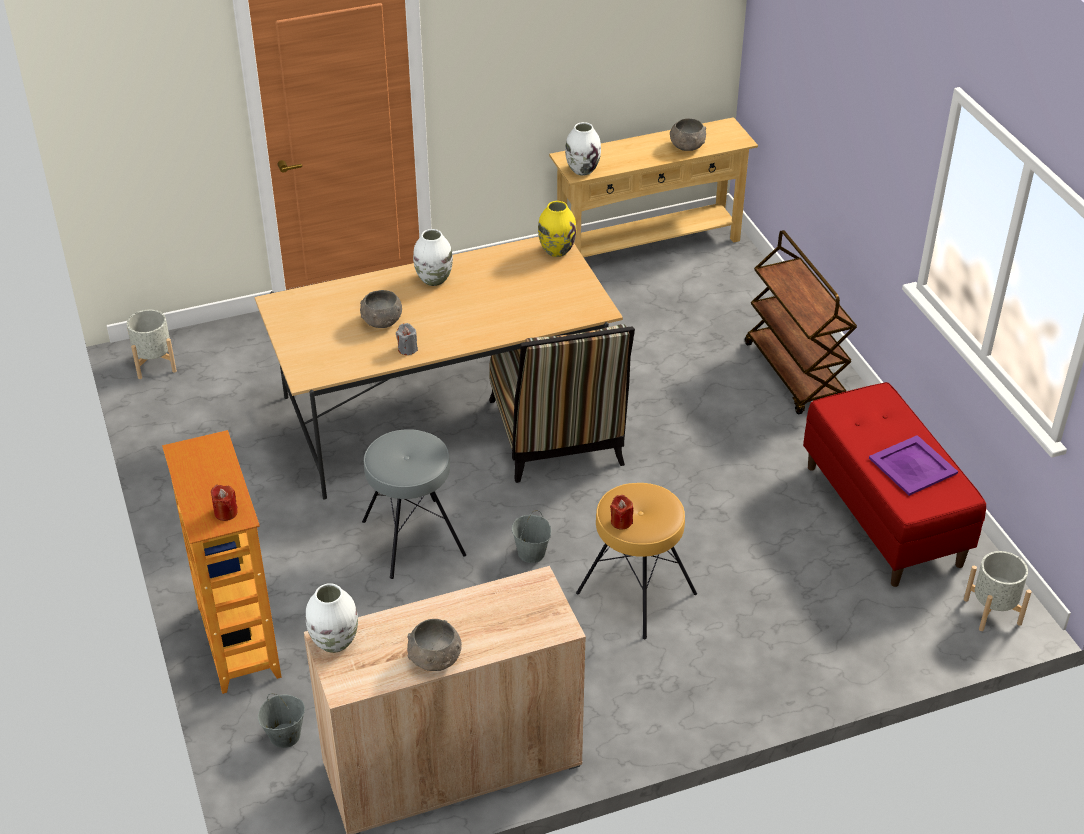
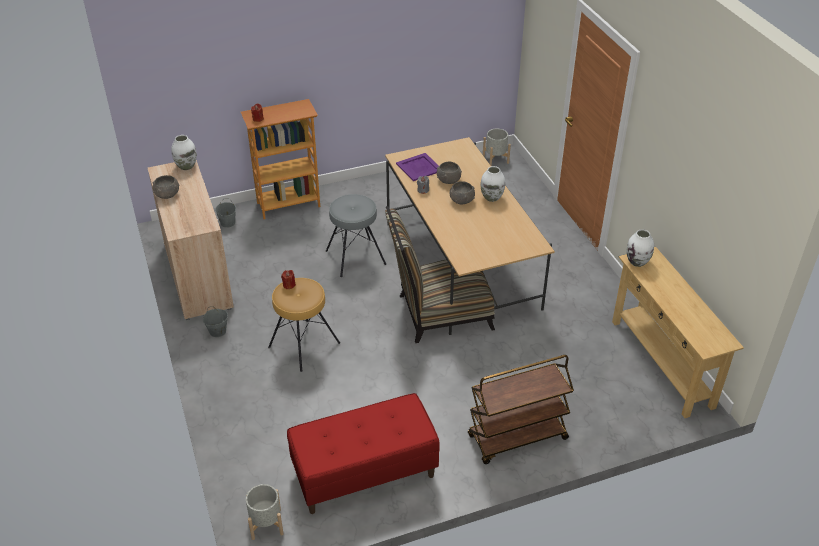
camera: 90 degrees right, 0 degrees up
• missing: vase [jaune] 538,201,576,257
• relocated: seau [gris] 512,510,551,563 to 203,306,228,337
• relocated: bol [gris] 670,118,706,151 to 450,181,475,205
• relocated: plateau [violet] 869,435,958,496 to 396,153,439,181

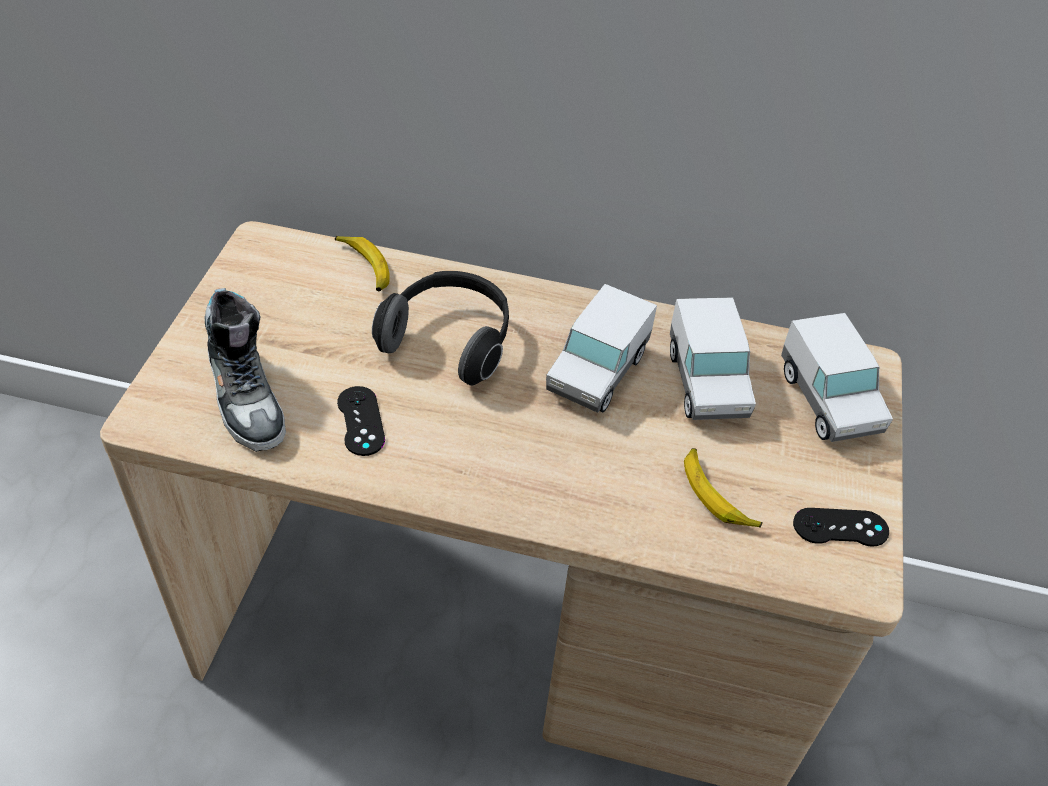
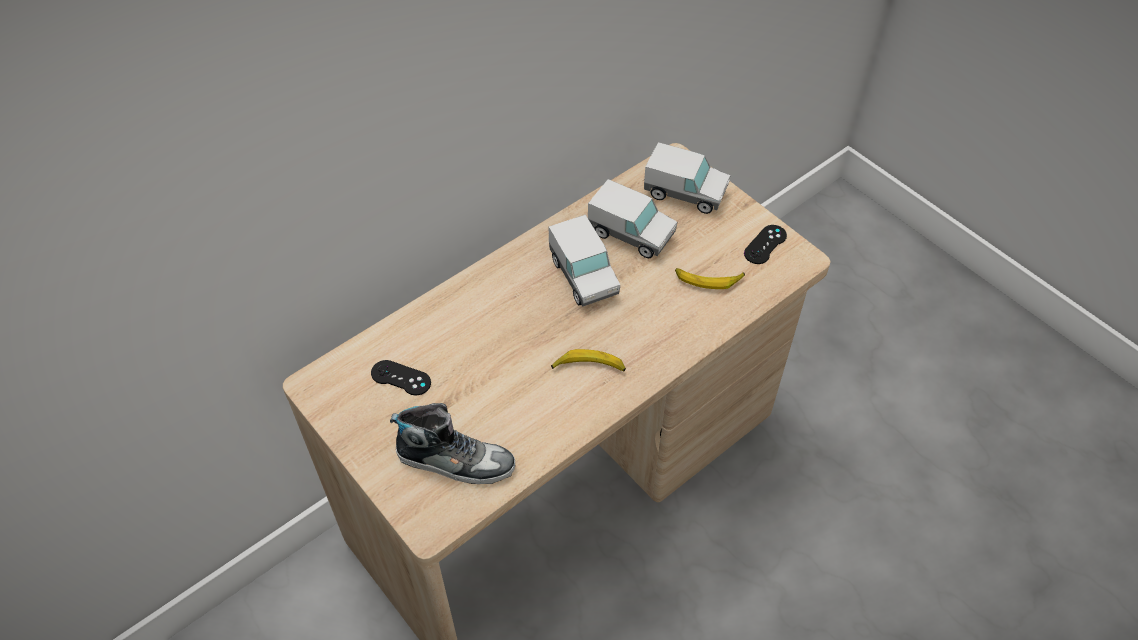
camera: 50 degrees left, 5 degrees up
• missing: casque audio 372,271,509,386
• relocated: banane 335,236,390,291 to 551,349,626,372
• relocated: manette [noir] 337,386,385,456 to 371,360,431,395

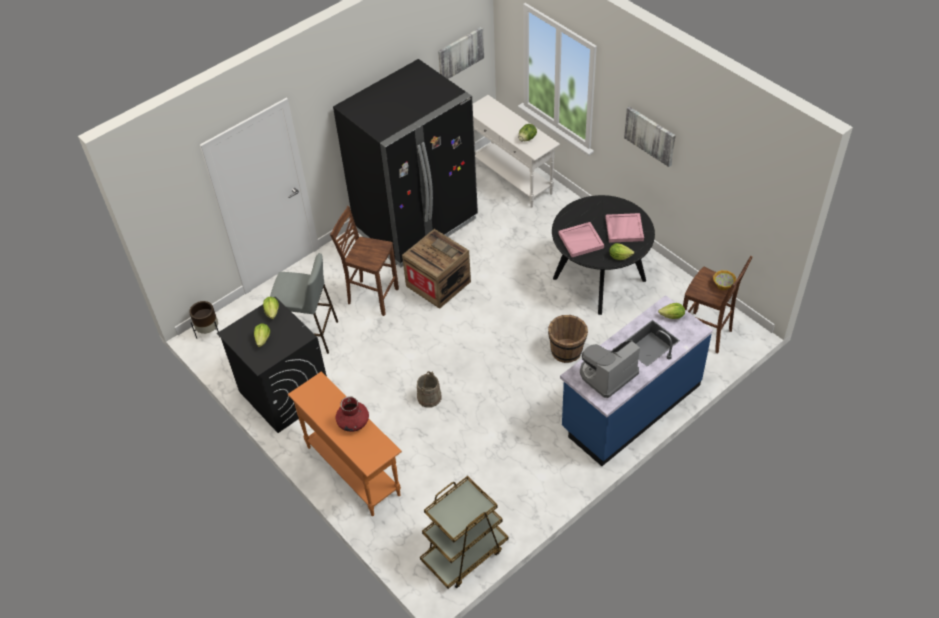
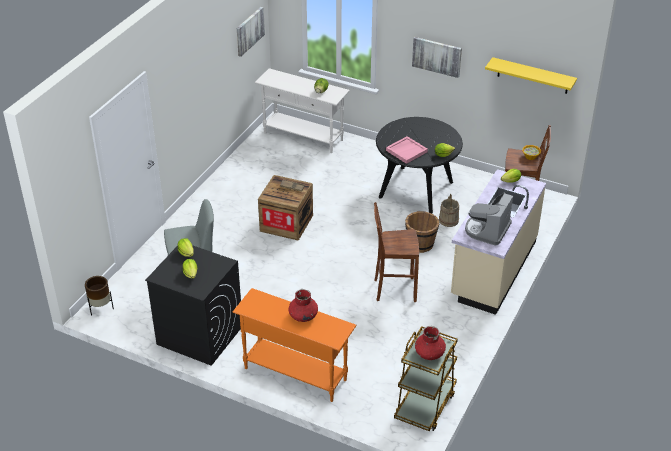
camera: 25 degrees left, 10 degrees down
• missing: réfrigérateur [noir] 333,59,478,267
• missing: plateau [rose] 606,213,644,243
• appeared: vase [rouge] 415,326,446,360
• appeared: étagère [jaune] 485,57,577,94
• relocated: tabouret [marron] 330,206,399,316 to 374,202,419,302
• relocated: seau [beige] 417,371,441,408 to 439,194,459,227
• colour: comptoir de cuisine [bleu] 560,295,713,466 to comptoir de cuisine [beige] 451,169,546,315

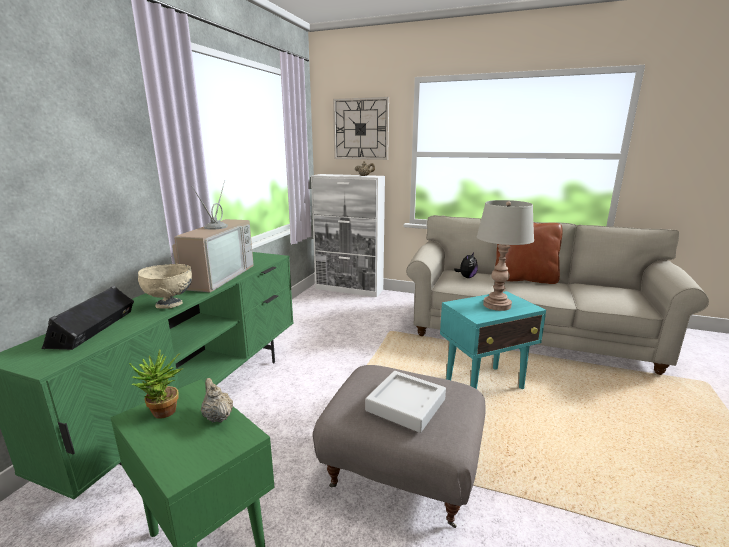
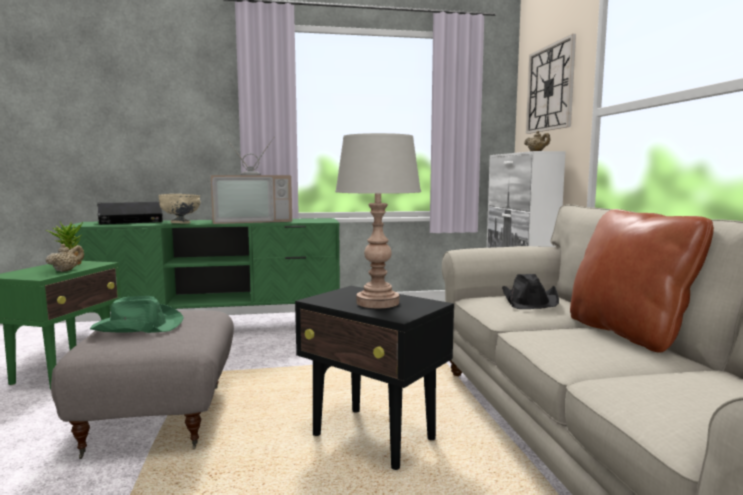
camera: 60 degrees right, 10 degrees down
• exchanged: plateau [gris] 365,371,446,433 to chapeau [vert] 90,296,184,333
• exchanged: peluche 454,253,478,278 to chapeau [noir] 502,274,559,309
• colour: table d'appoint [turquoise] 440,291,546,389 to table d'appoint [noir] 295,286,454,470

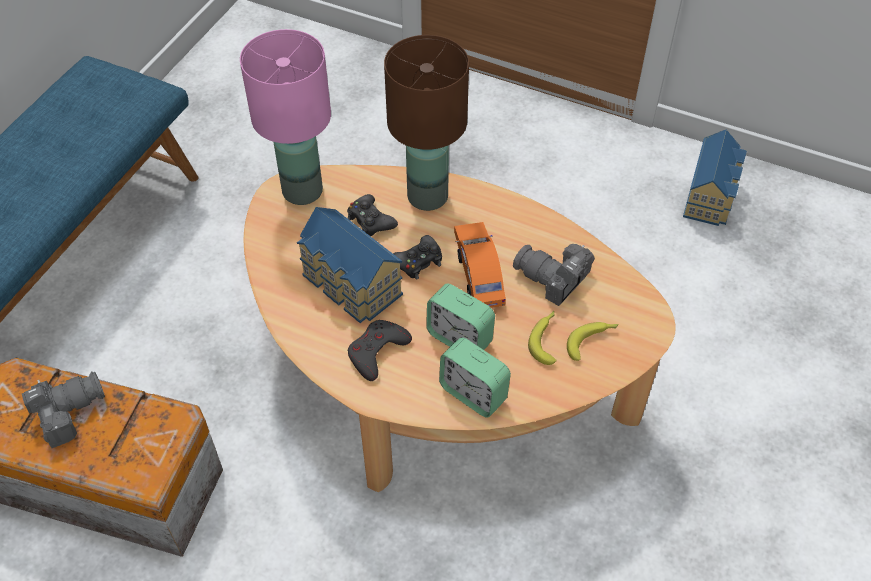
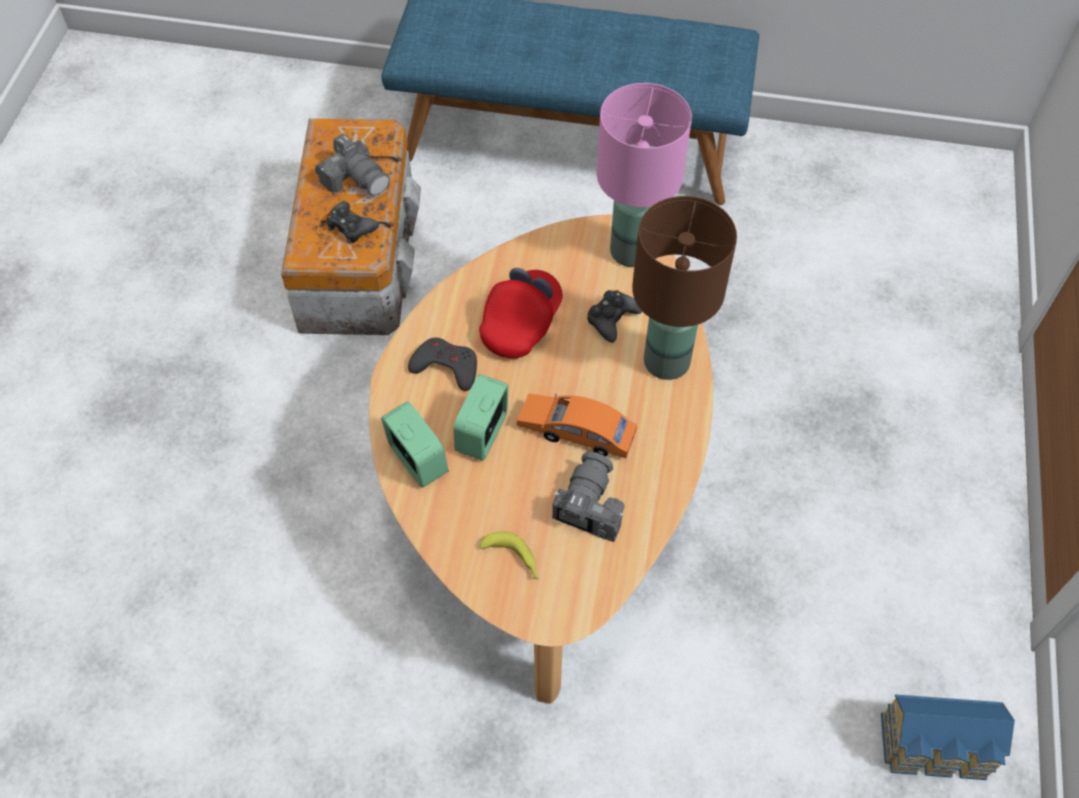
camera: 75 degrees right, 5 degrees up
• missing: banane 528,311,557,365
• relocated: manette [noir] 393,235,442,280 to 326,201,379,244
• exchanged: maison miniature 297,207,403,323 to casquette [rouge] 479,268,563,358
• spun: réveil 439,337,511,418 = 381,401,449,487 120 degrees clockwise
• spun: petite voiture [orange] 454,222,506,308 = 517,393,637,458 135 degrees counterclockwise

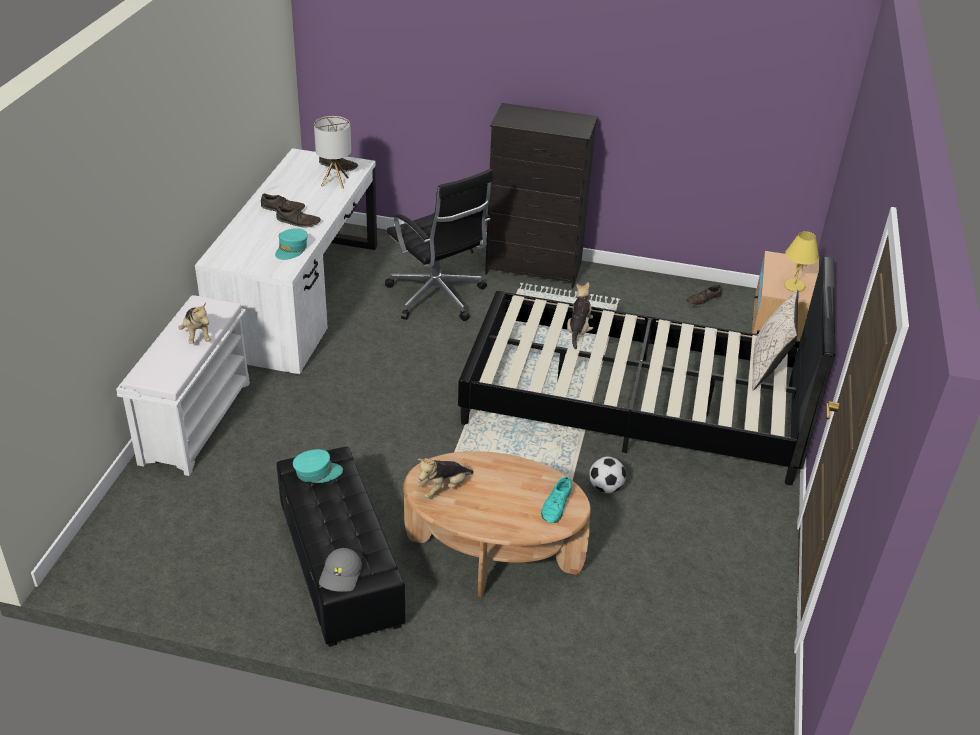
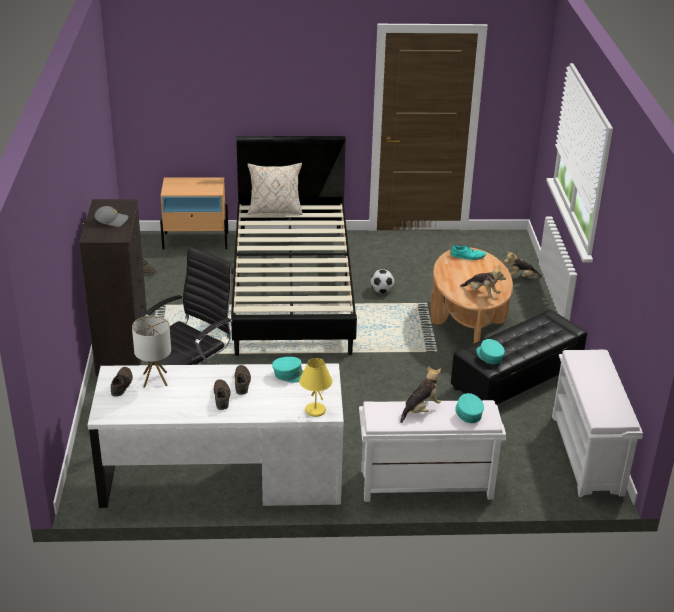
camera: 105 degrees left, 5 degrees down
• appeared: casquette [turquoise] 455,393,484,423
• appeared: banc [blanc] 552,350,643,497
• relocated: casquette [gris] 319,548,362,592 to 94,206,128,227
• relocated: peluche 567,282,593,349 to 504,251,542,277
• relocated: lampe de table [jaune] 784,231,819,292 to 299,358,333,417

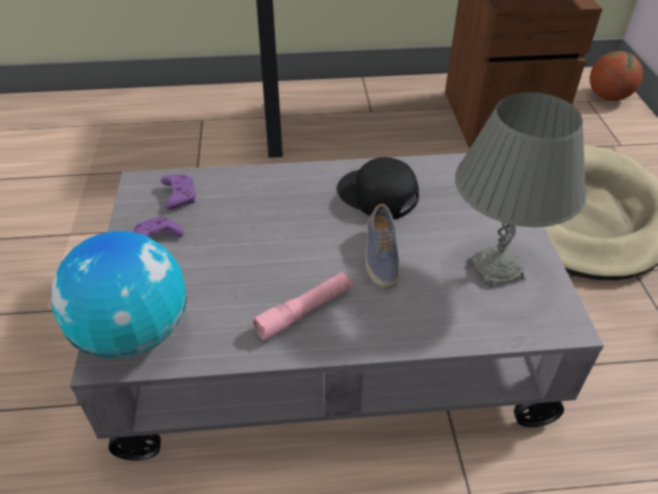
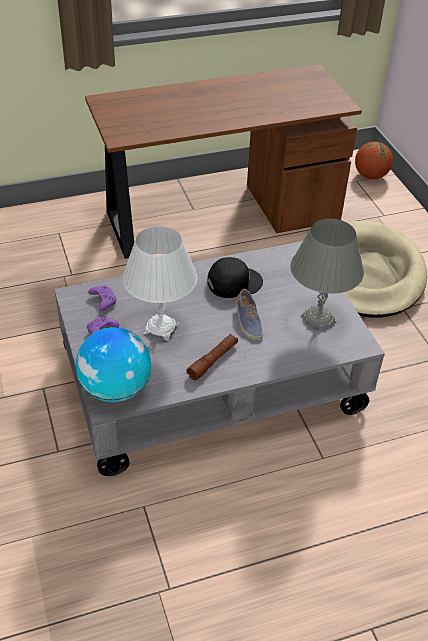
camera: 15 degrees left, 0 degrees up
• appeared: lampe de table [blanc] 122,226,197,341
• colour: lampe de poche [rose] 253,271,353,340 to lampe de poche [marron] 187,334,238,380
• spun: casquette [noir] 337,157,419,220 = 207,257,263,298 135 degrees clockwise

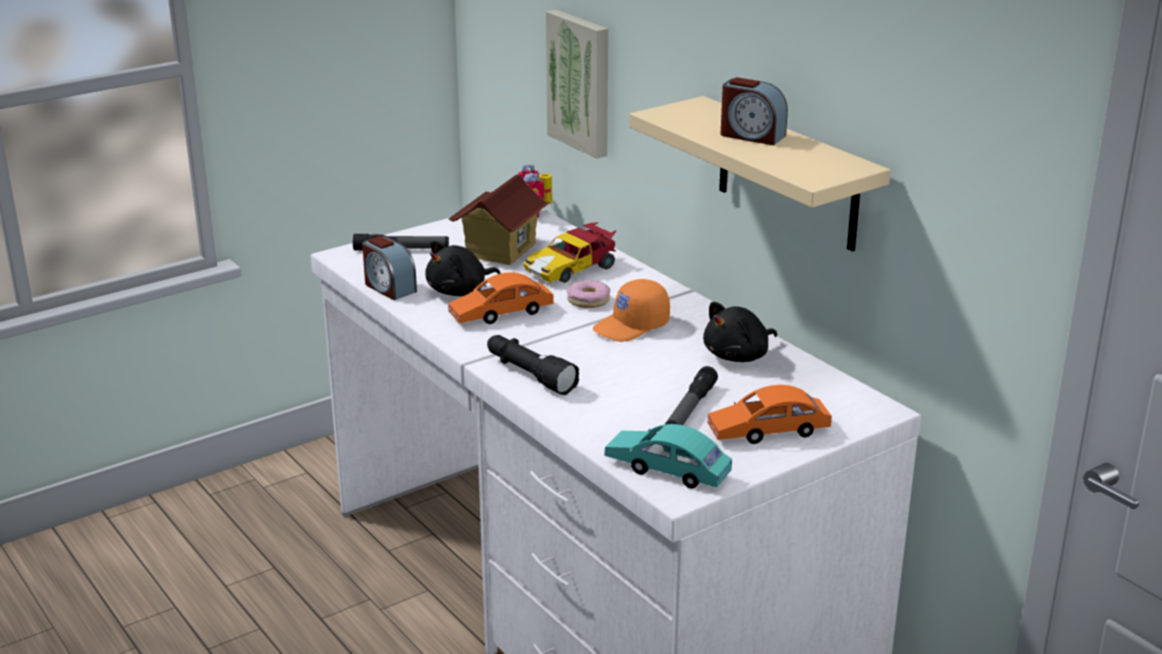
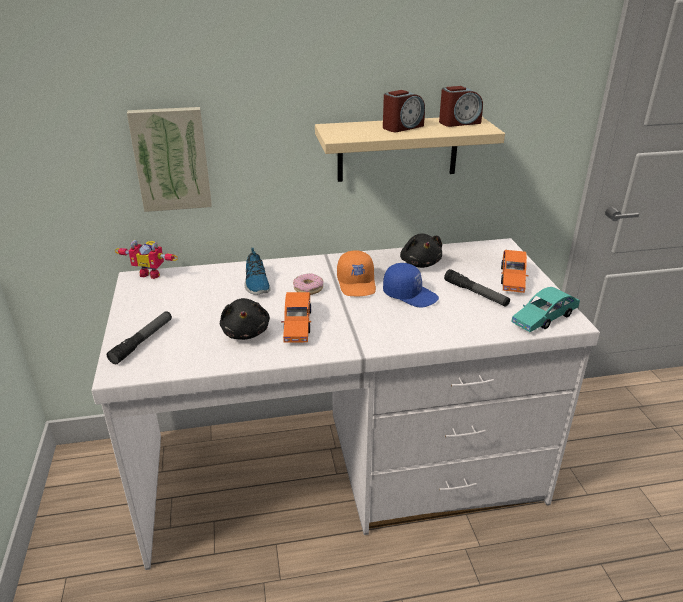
camera: 65 degrees left, 5 degrees up
• missing: maison miniature 449,174,550,265
• missing: lampe de poche [noir] 487,335,579,395
• appeared: casquette [bleu] 383,263,439,308
• relocated: réveil 362,236,417,300 to 439,86,483,127
• exchanged: petite voiture 523,222,616,283 to chaussure 244,248,271,295

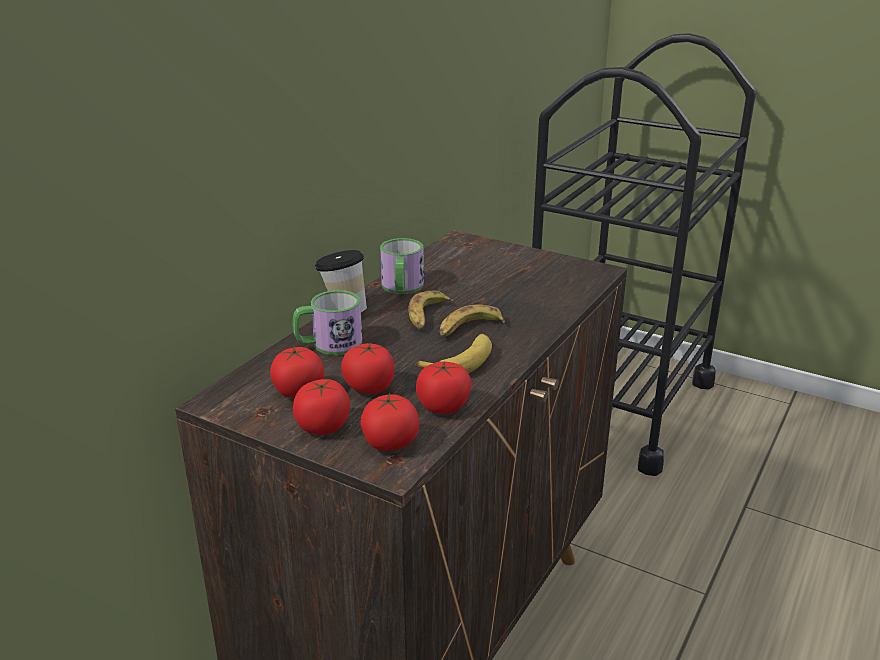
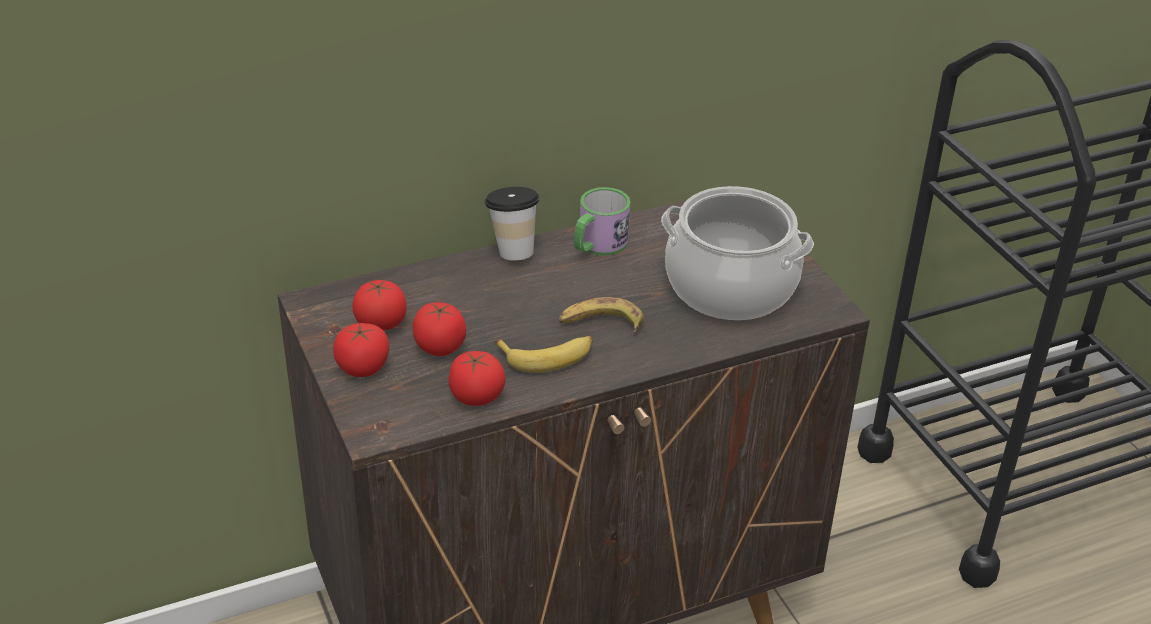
camera: 35 degrees right, 10 degrees up
• missing: mug 293,290,362,355
• missing: tomate 361,393,419,451
• missing: banane 408,291,453,330
• appeared: marmite 661,186,814,320

